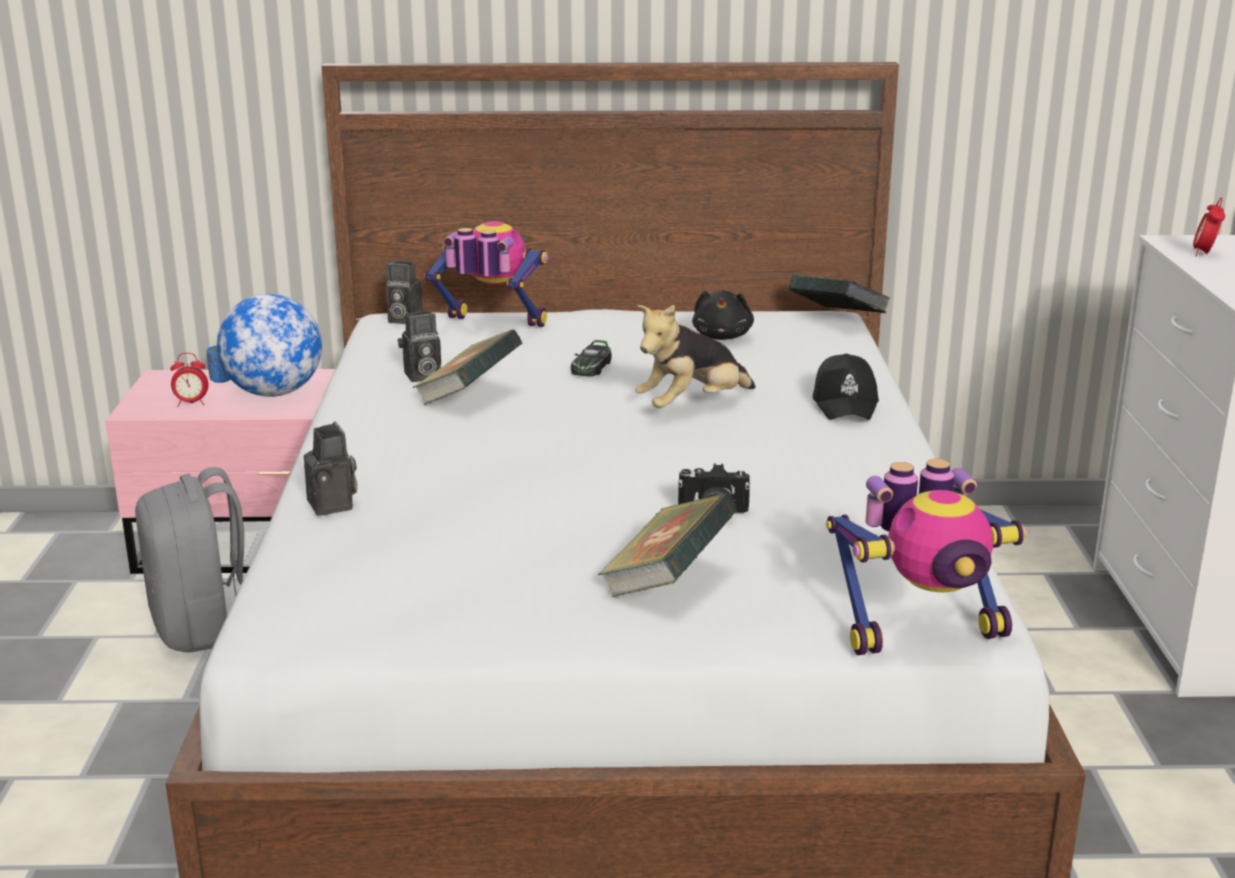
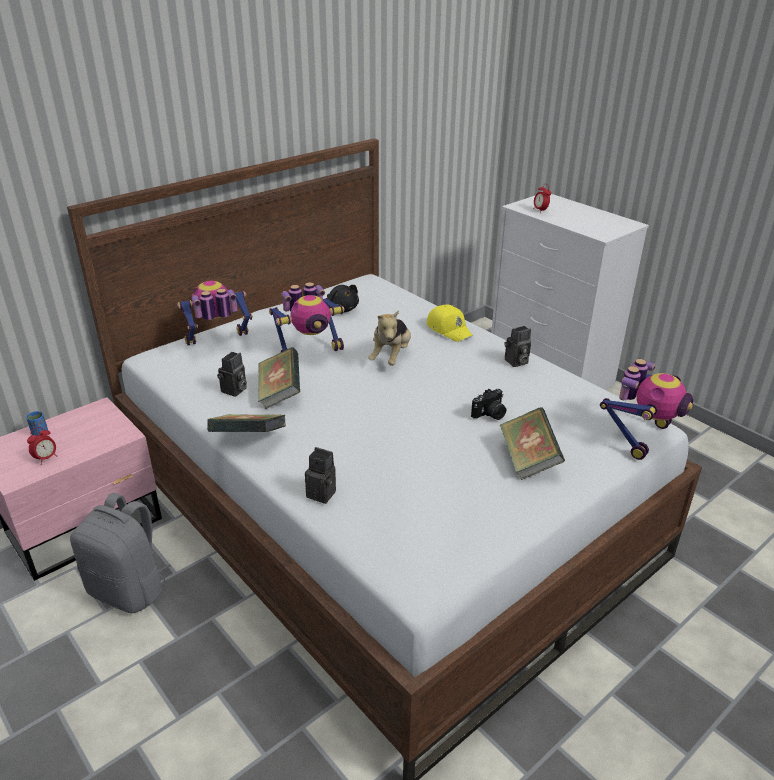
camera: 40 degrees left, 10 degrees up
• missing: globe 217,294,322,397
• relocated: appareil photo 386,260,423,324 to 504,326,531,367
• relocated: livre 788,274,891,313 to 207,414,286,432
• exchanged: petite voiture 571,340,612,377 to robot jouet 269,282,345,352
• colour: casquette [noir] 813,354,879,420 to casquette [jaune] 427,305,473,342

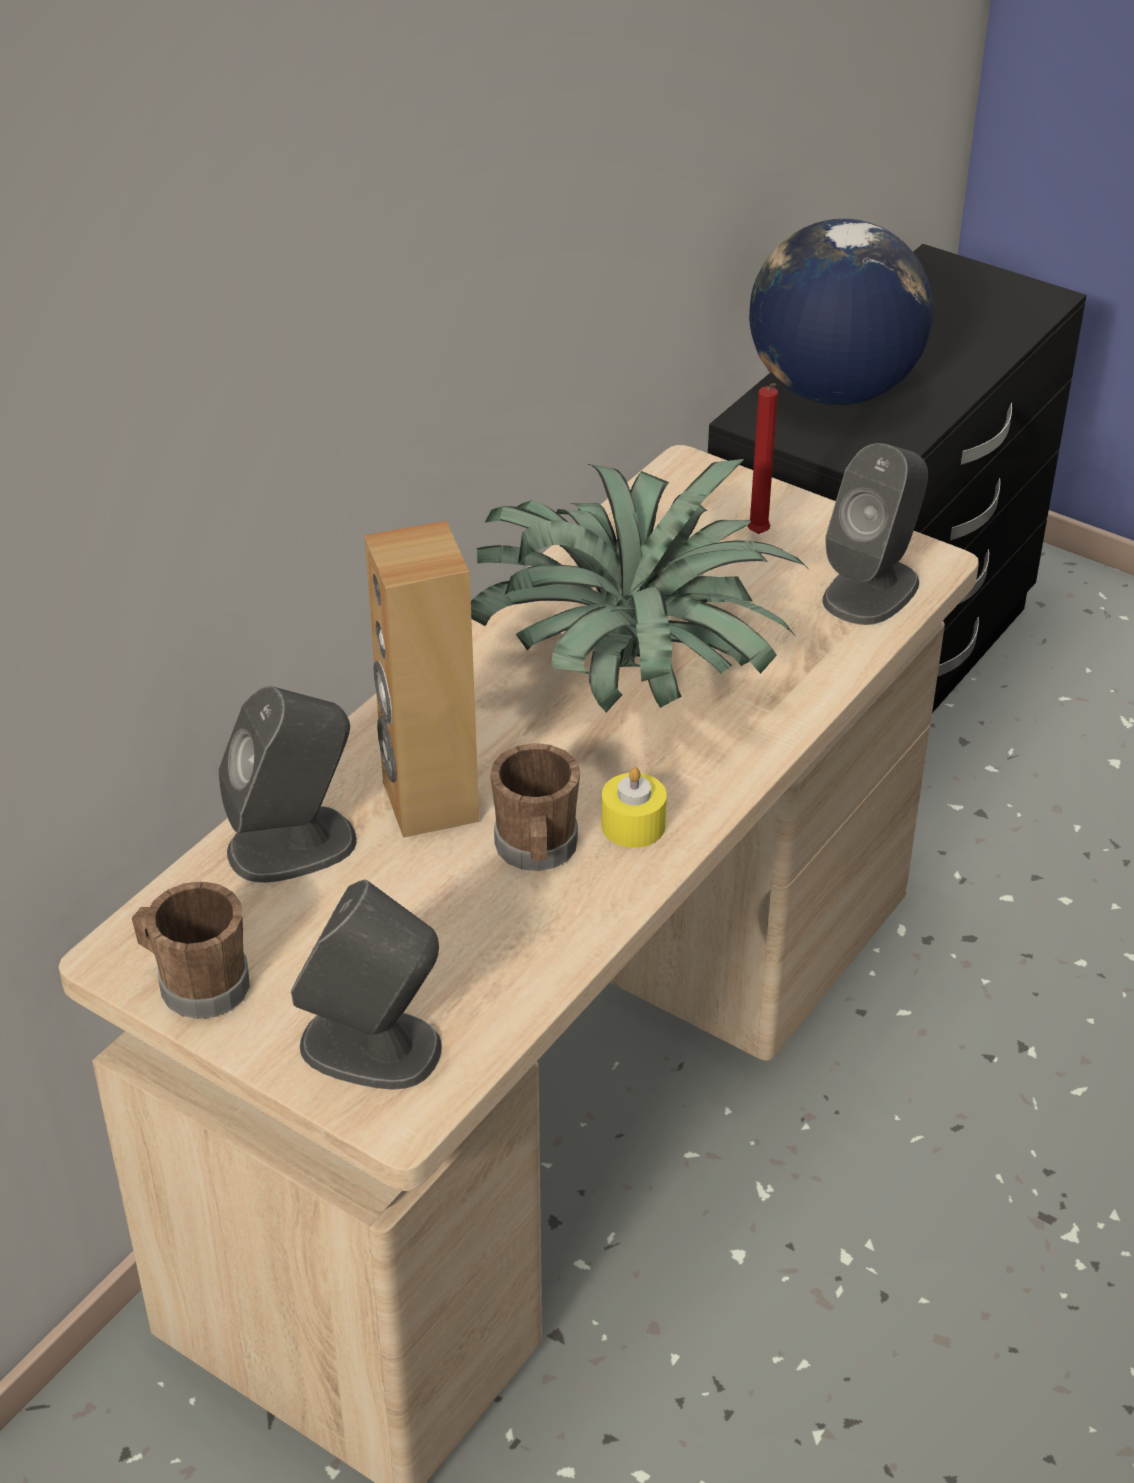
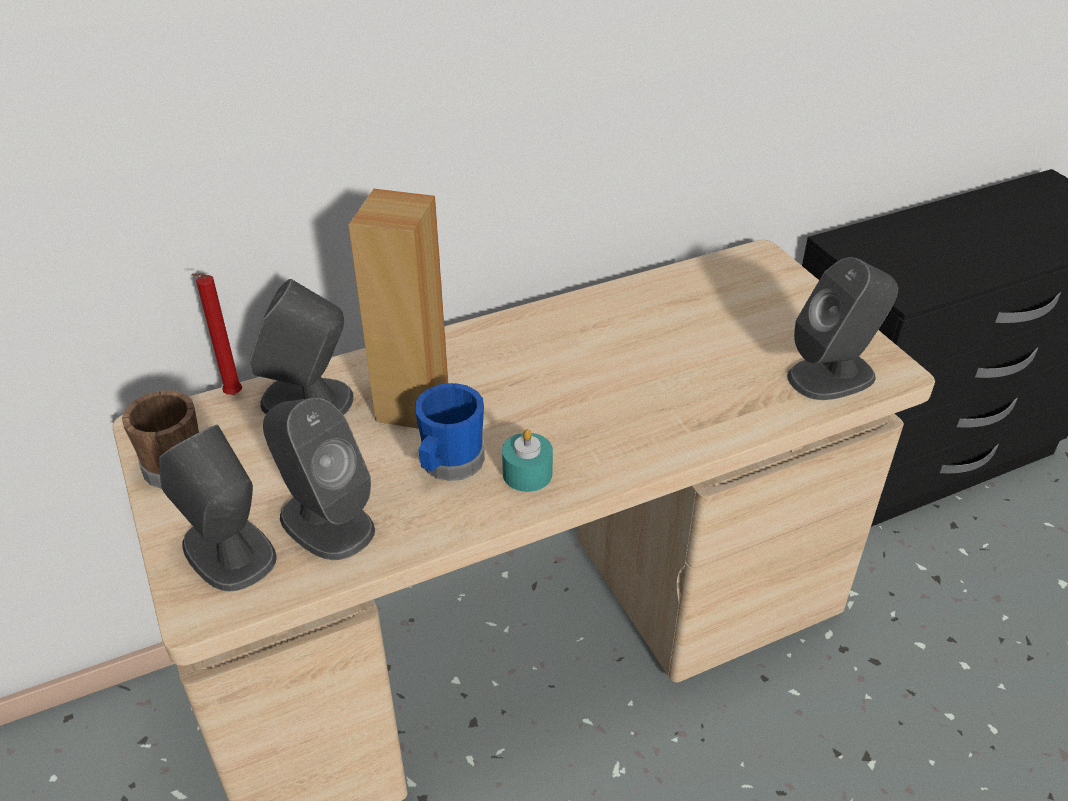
camera: 30 degrees right, 0 degrees up
• missing: plante en pot 471,459,806,712
• missing: globe 749,219,933,405
• appeared: enceinte [gris] 263,398,375,560
• relocated: bougie [rouge] 747,383,778,534 to 191,273,242,395
• colour: mug [marron] 490,743,580,871 to mug [bleu] 415,383,485,481
• colour: bougie [jaune] 601,767,667,848 to bougie [turquoise] 502,429,553,492

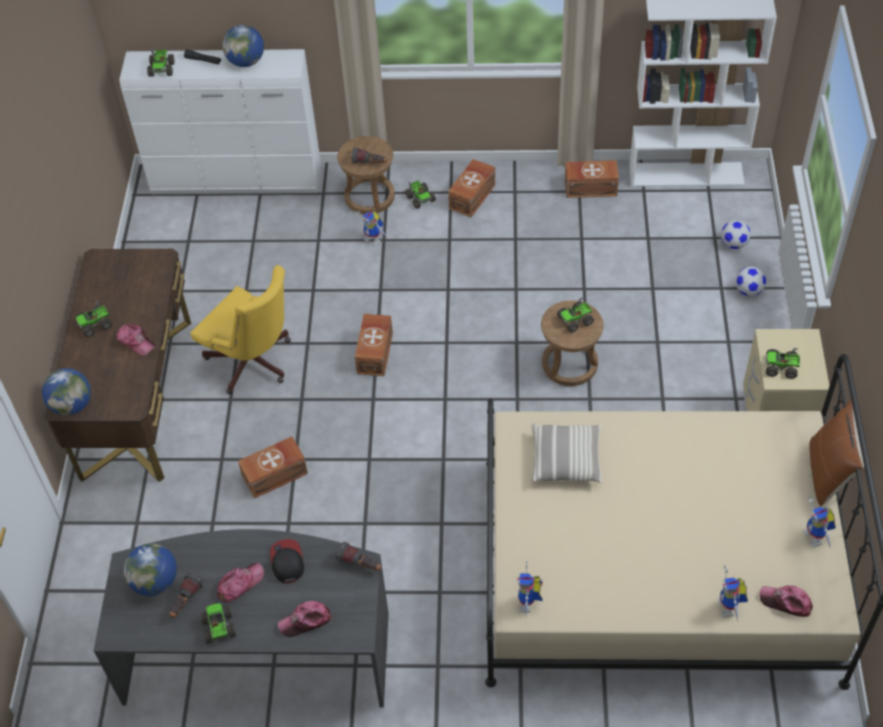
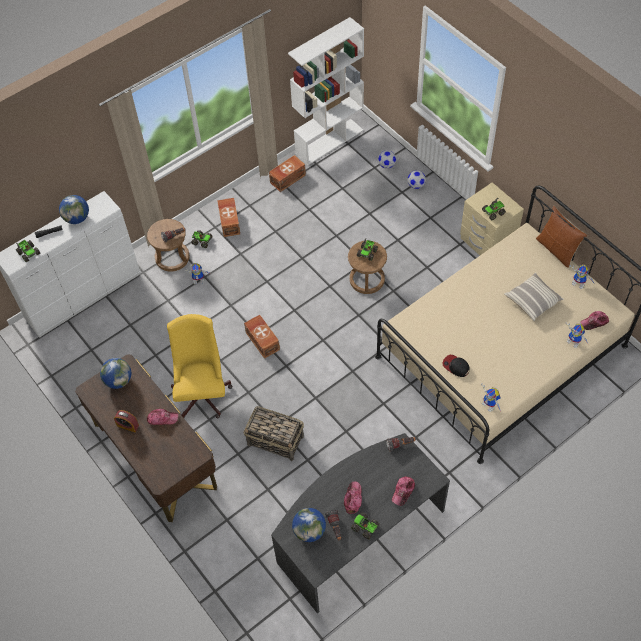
camera: 40 degrees left, 5 degrees up
• relocated: globe 42,368,91,416 to 100,358,131,389
• relocated: casquette 270,539,304,583 to 442,355,470,377
• relocated: coussin 531,423,602,483 to 504,273,564,321
• exchanged: camion jouet 75,301,112,337 to réveil 114,410,139,432
• exchanged: boîte de rangement [marron] 238,436,308,499 to panier 243,406,304,461
• spun: chaise de bureau [jaune] 190,265,291,394 = 167,314,233,418 90 degrees counterclockwise

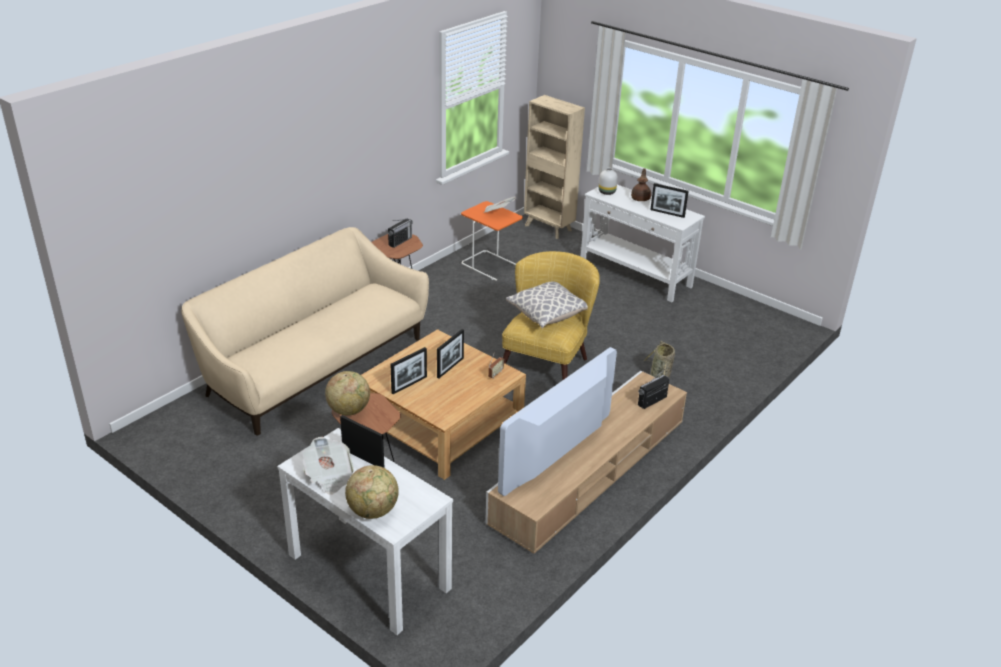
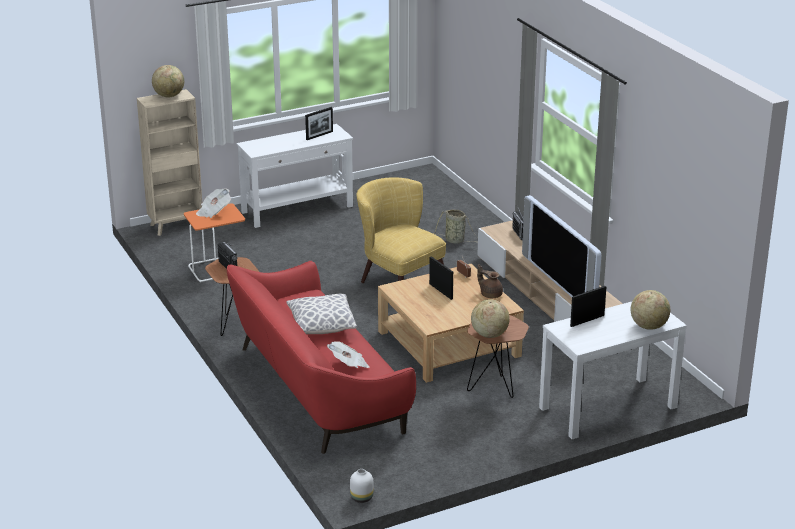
camera: 65 degrees left, 5 degrees down
• missing: cadre photo 390,347,427,394
• appeared: globe 152,65,184,97
• relocated: journal 303,437,354,495 to 327,341,369,368
• relocated: coussin 506,281,588,328 to 287,294,357,334
• relocated: vase [blanc] 599,168,618,195 to 350,469,374,503
• relocated: théière [marron] 631,168,651,201 to 477,264,503,298
• colour: canapé [beige] 181,227,429,436 to canapé [rouge] 227,261,416,454

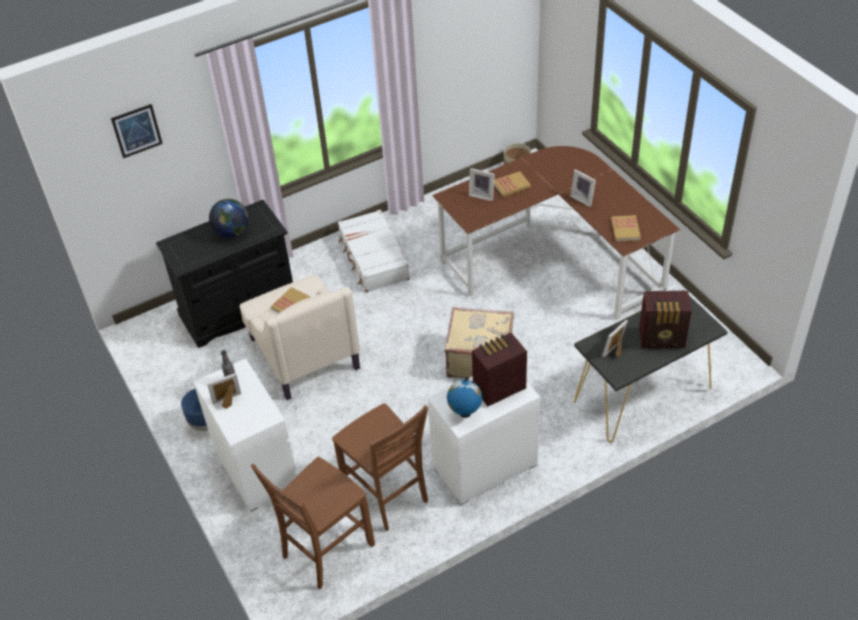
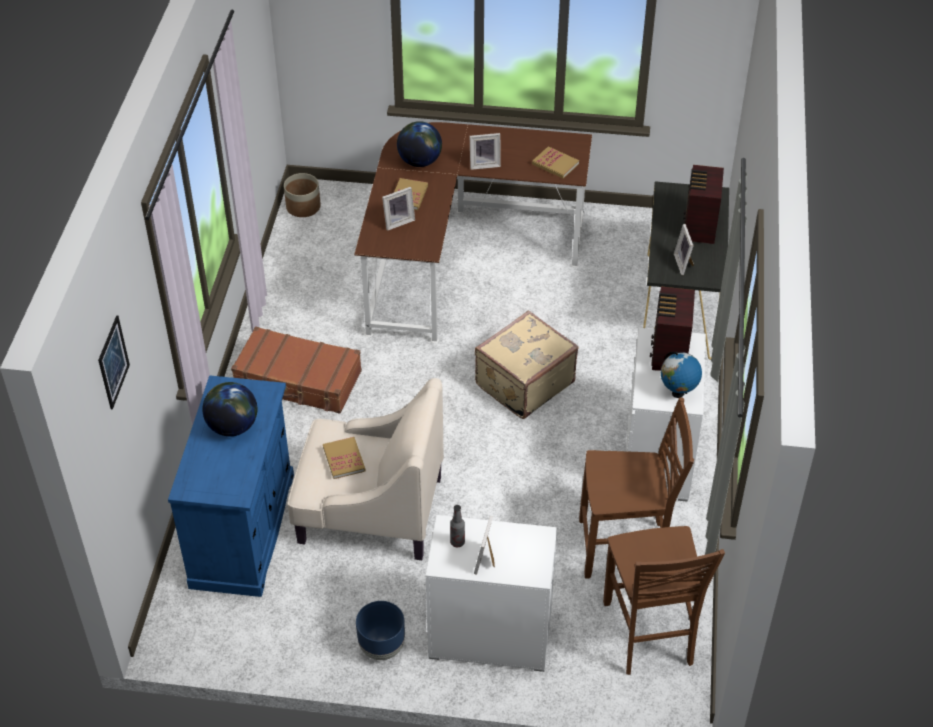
camera: 55 degrees left, 0 degrees up
• appeared: globe 397,121,442,167
• colour: meuble de rangement [noir] 156,200,293,348 to meuble de rangement [bleu] 168,375,294,597
• colour: valise [blanc] 338,210,410,292 to valise [marron] 231,326,362,414
• spun: radio 639,291,692,348 = 683,165,724,244 150 degrees clockwise

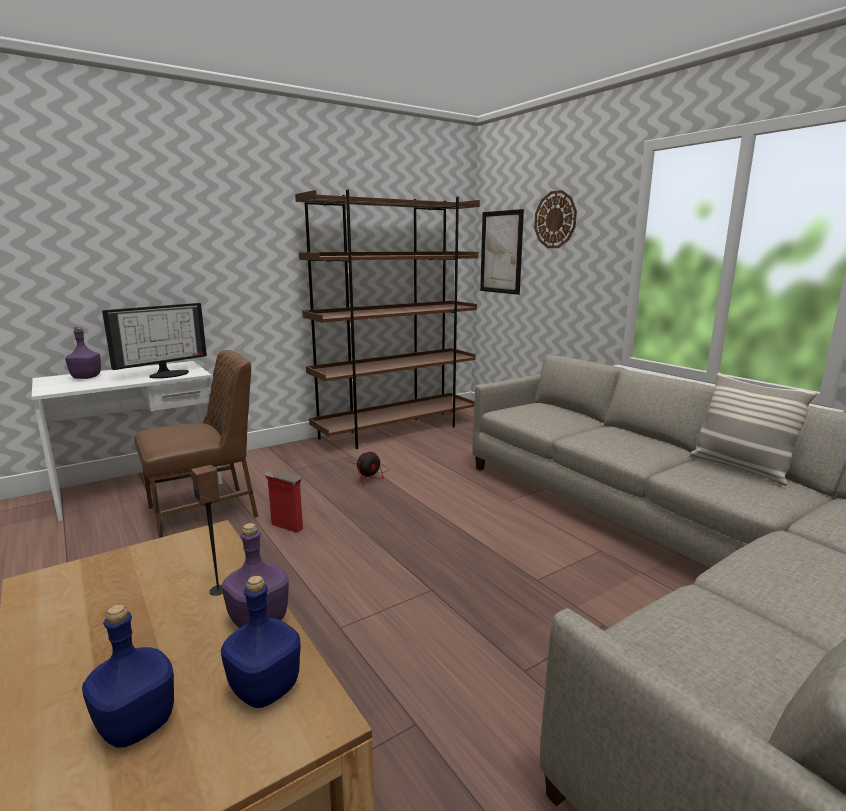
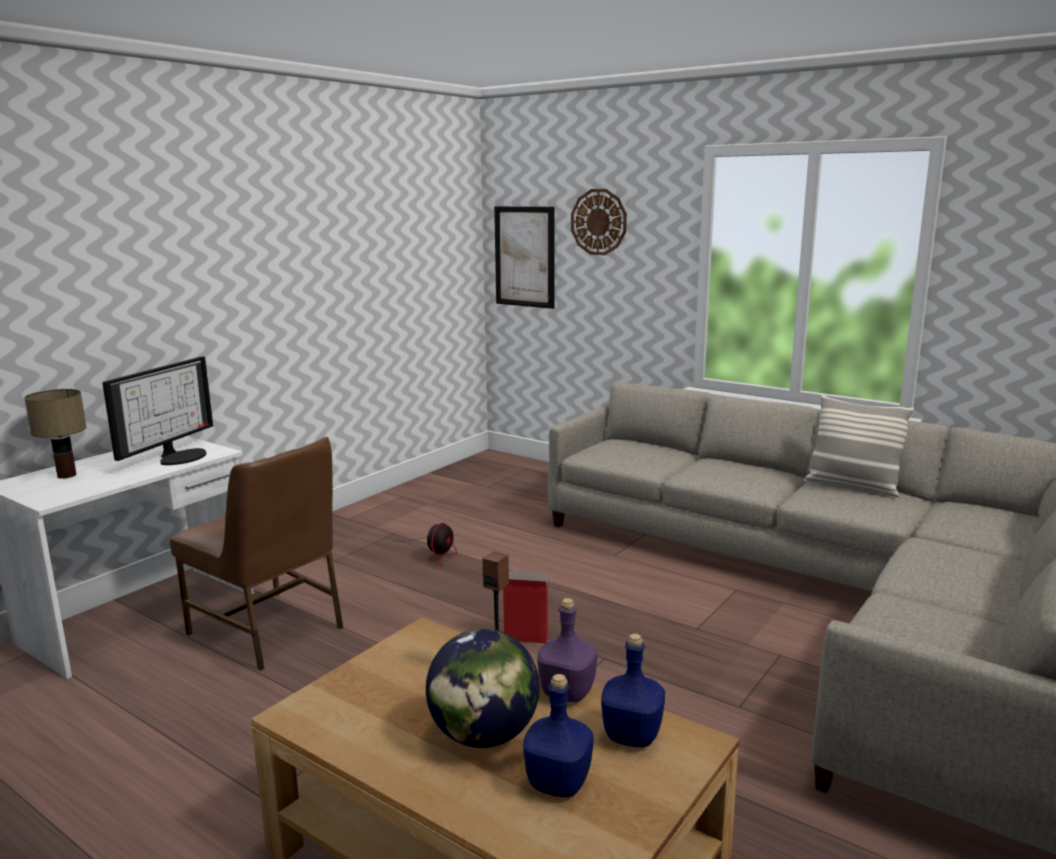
camera: 20 degrees left, 0 degrees up
• missing: bibliothèque [marron] 295,190,480,449
• appeared: globe 426,629,540,748
• relocated: carton 264,470,303,533 to 503,571,551,643
• exchanged: bouteille [violet] 65,326,101,379 to lampe de table 24,389,86,479
• spun: chaise [marron] 134,350,258,538 = 170,437,343,671 90 degrees clockwise

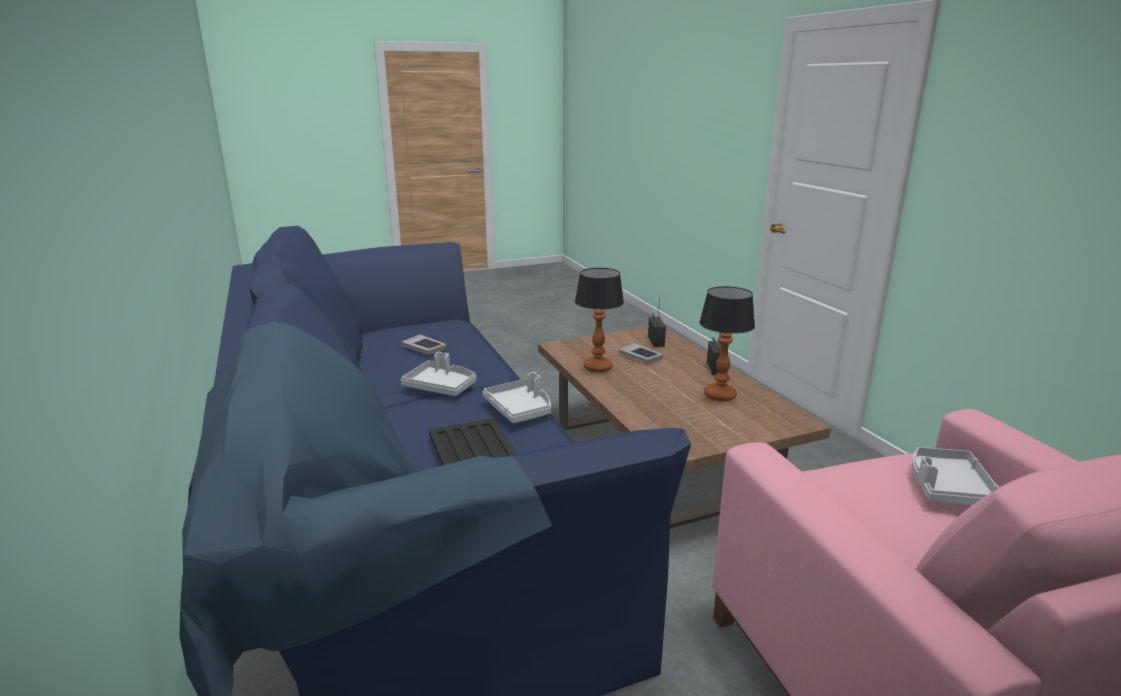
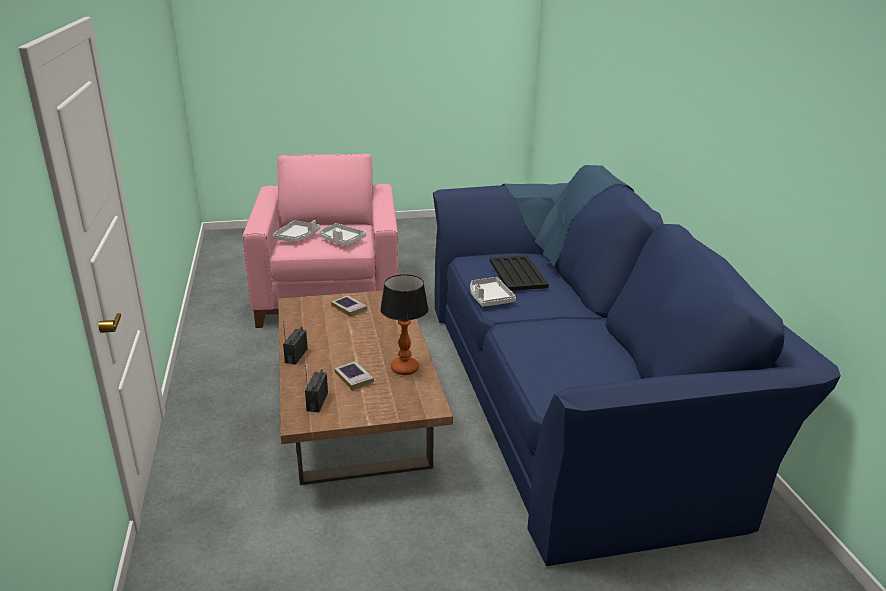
camera: 170 degrees left, 5 degrees up
• missing: lampe de table 699,286,755,401
• relocated: plateau [gris] 401,352,476,396 to 320,223,366,246
• relocated: livre 402,335,447,355 to 331,295,367,317

